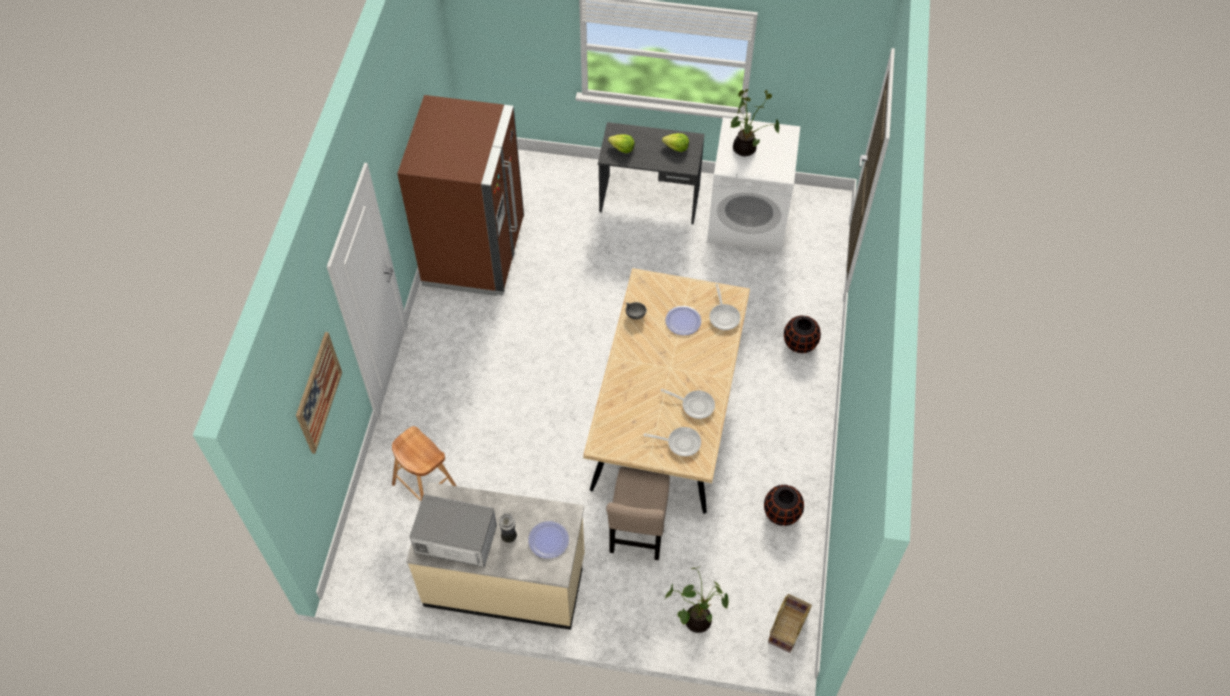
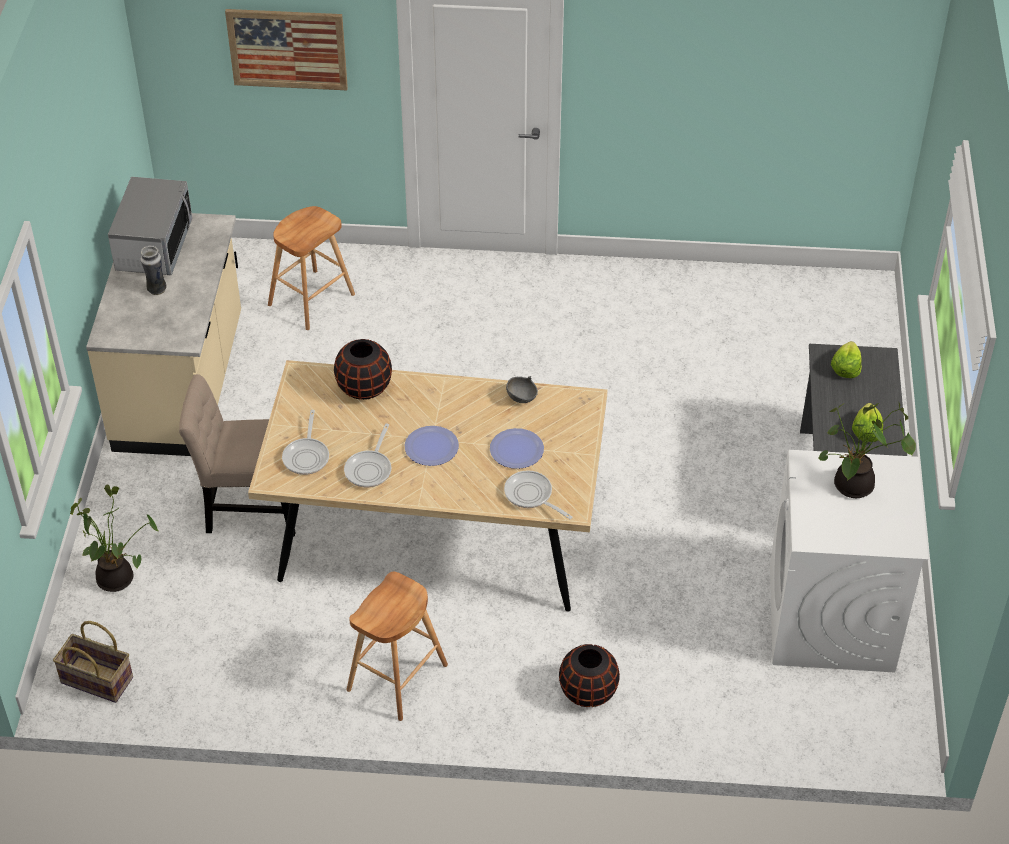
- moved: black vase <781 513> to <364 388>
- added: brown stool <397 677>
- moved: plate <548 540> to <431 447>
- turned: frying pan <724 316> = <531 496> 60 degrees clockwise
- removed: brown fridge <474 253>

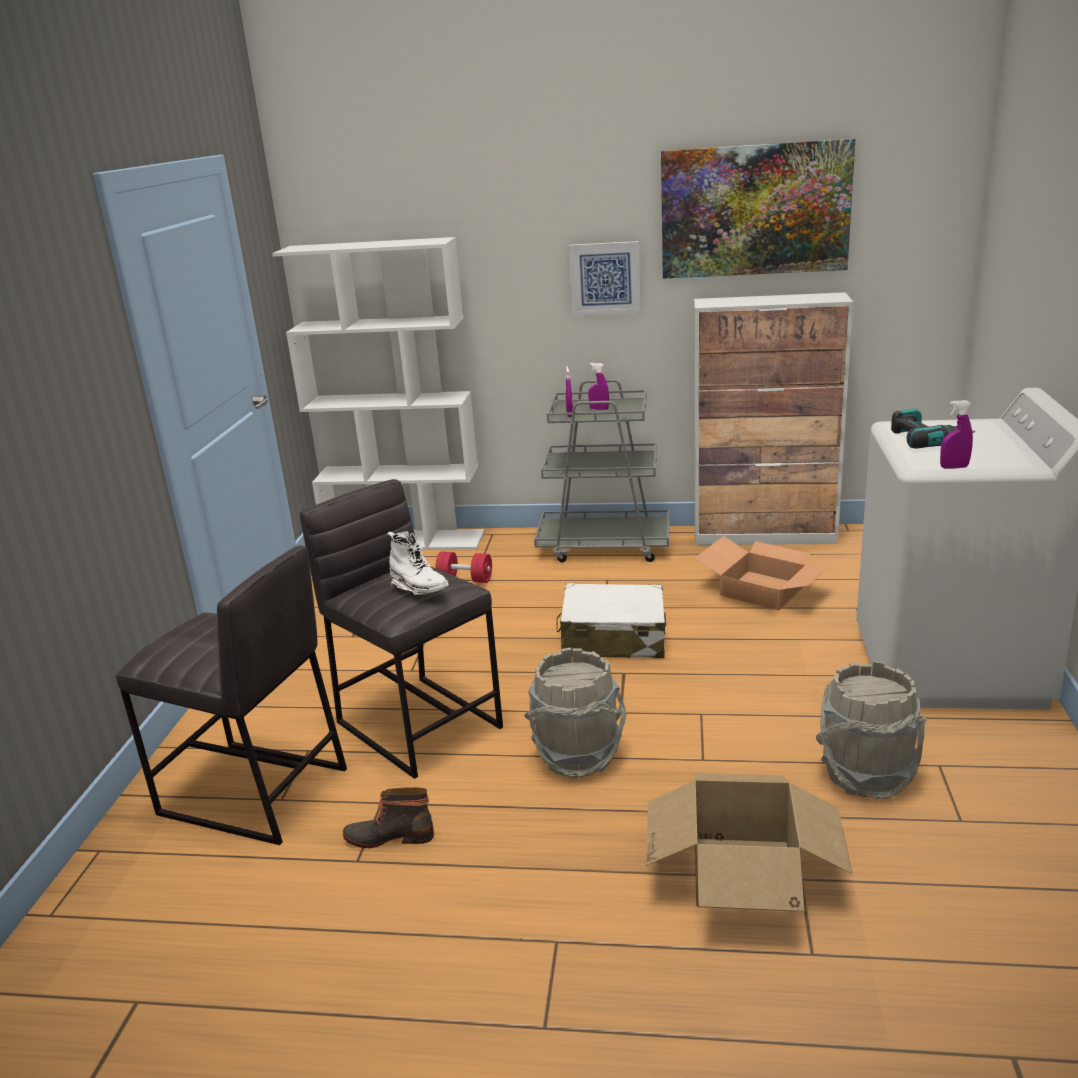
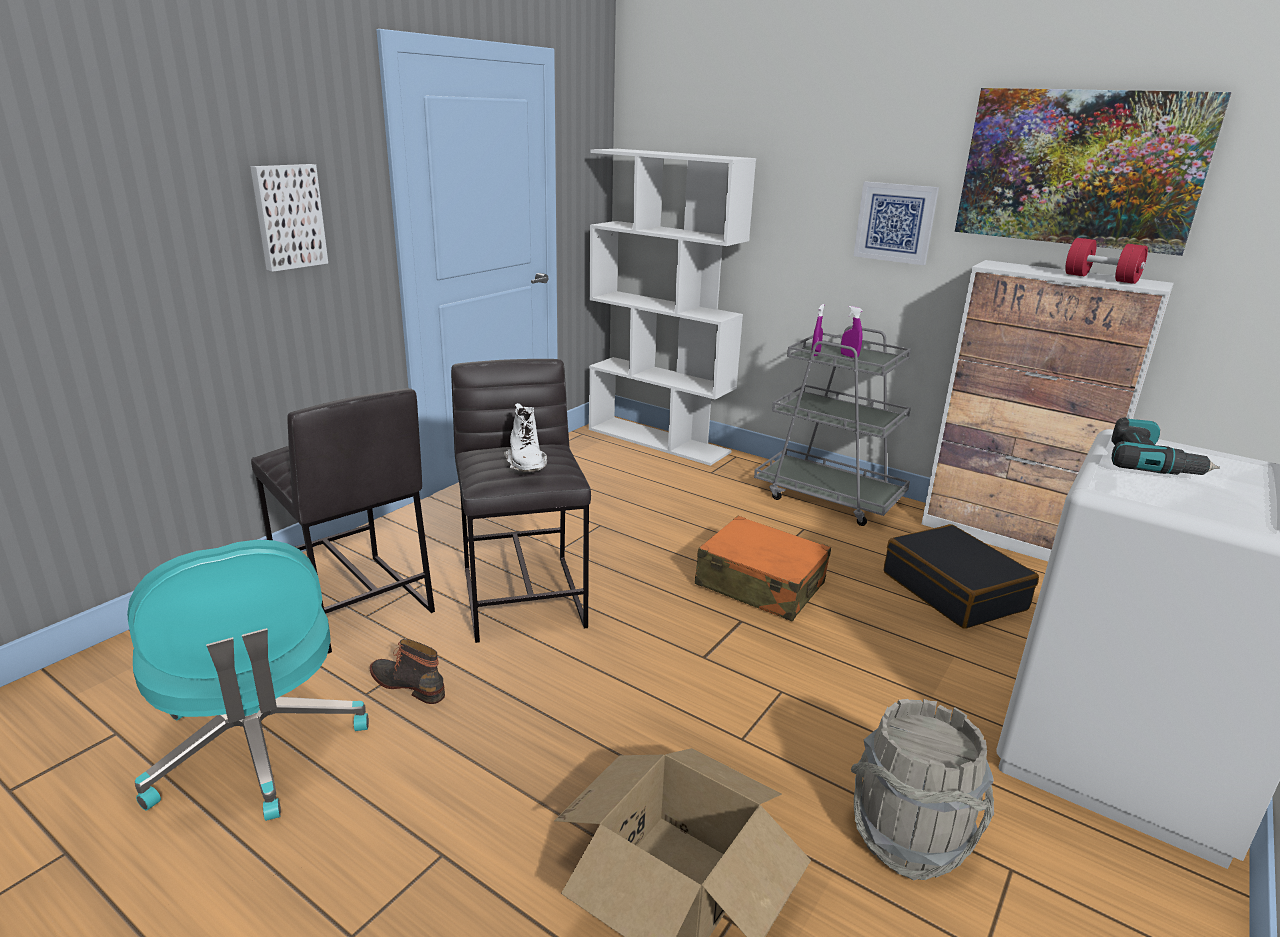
- added: turquoise office chair <257 748>
- added: picture <288 216>
- recoloured: white suitcase <613 638> to orange suitcase <760 584>
- replaced: cardboard box <761 590> to black suitcase <954 591>
- moved: red dumbbell <465 579> to <1101 278>
- removed: grey bucket <577 755>
- removed: purple spray bottle <954 467>

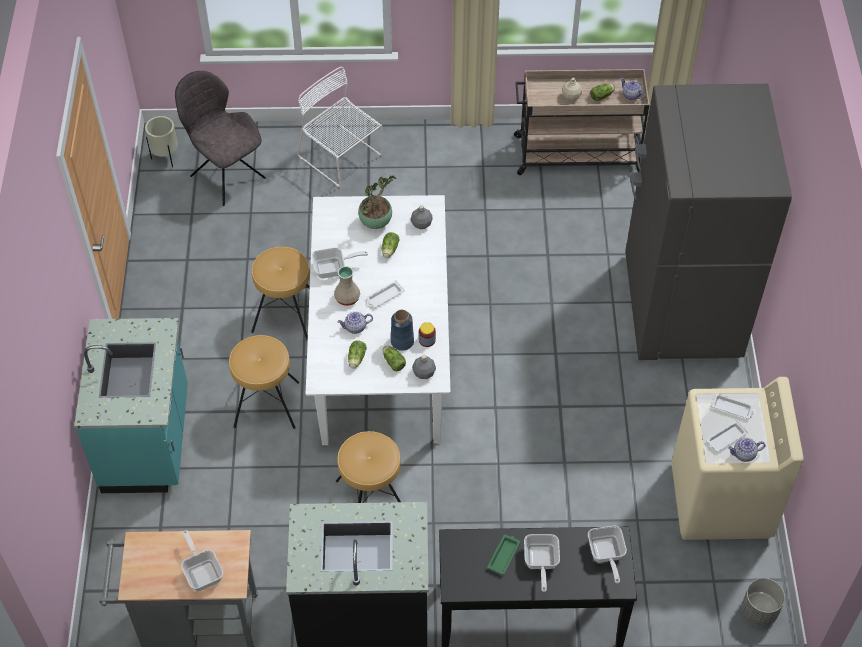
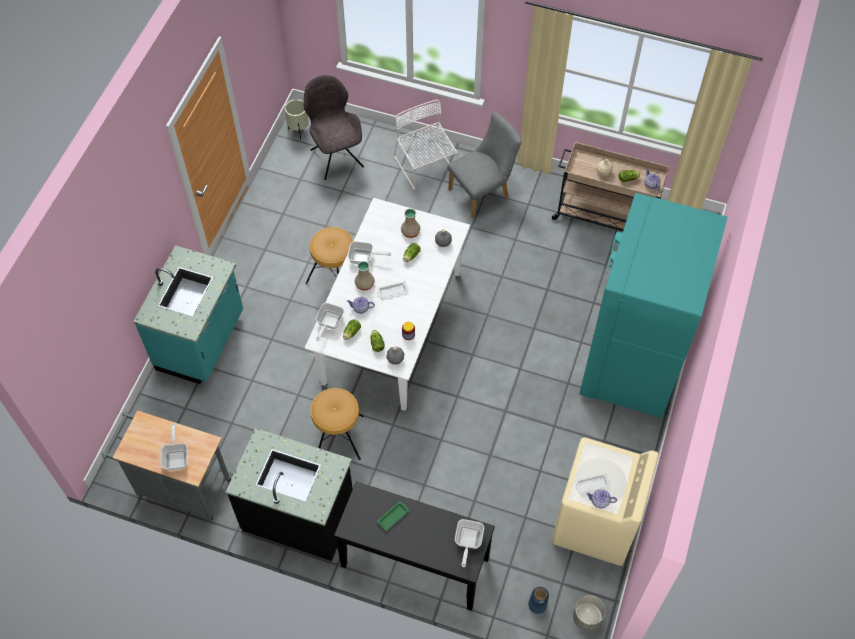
- moved: frying pan <540 562> to <328 323>
- replaced: potted plant <376 222> to beige vase <410 231>
- added: grey chair <483 192>
- moved: blue vase <402 341> to <537 604>
- recoloured: grey fridge <680 308> to turquoise fridge <631 363>
- removed: brown stool <266 404>
- removed: white tray <732 408>

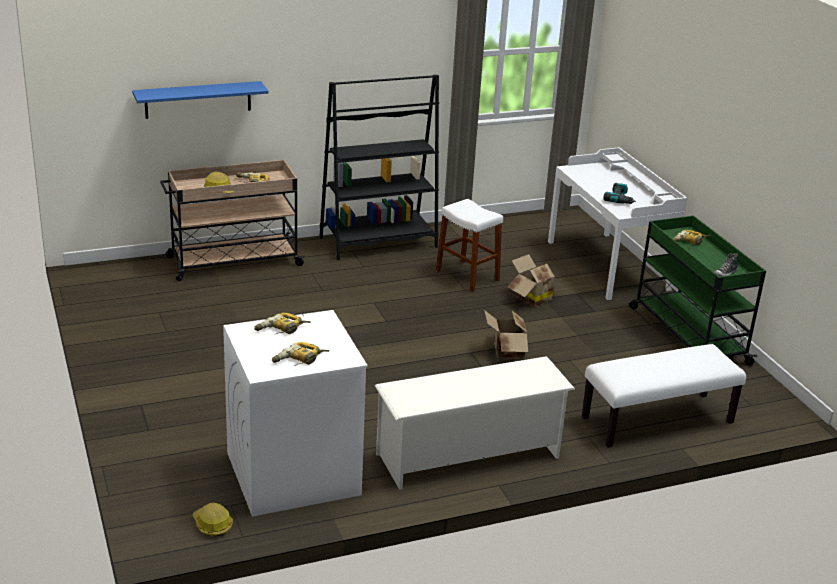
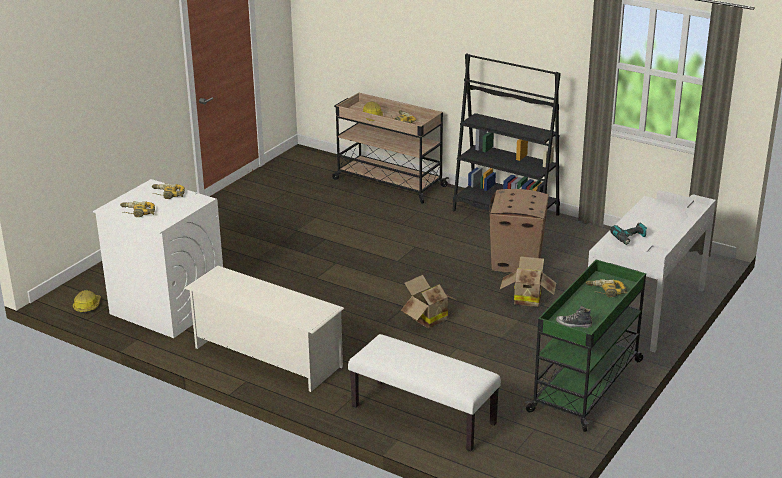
- replaced: white stool <467 276> to cardboard box <516 262>
- removed: blue shelf <198 99>

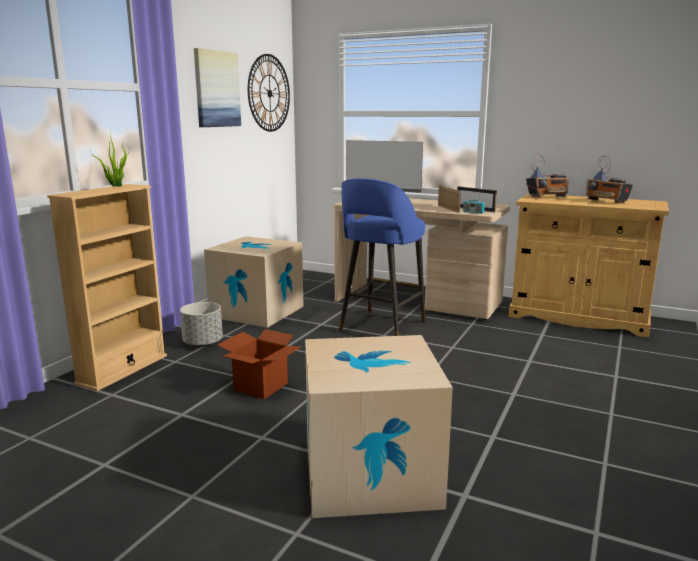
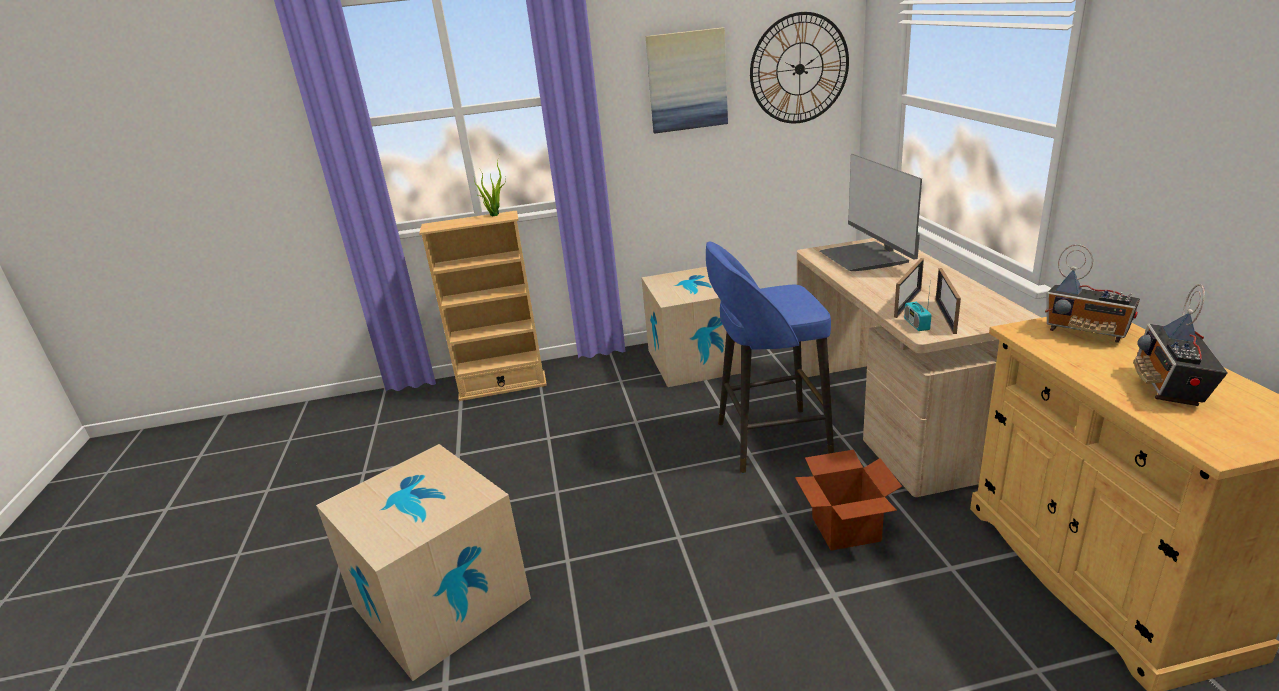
- moved: cardboard box <261 386> to <846 529>
- removed: grey planter <203 343>

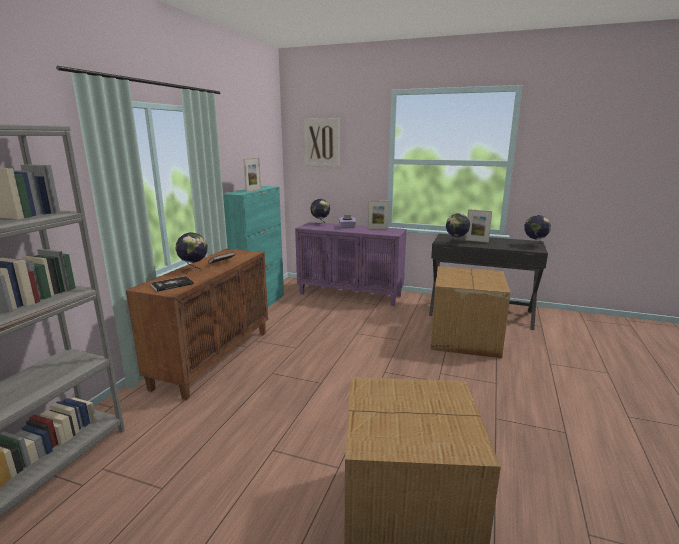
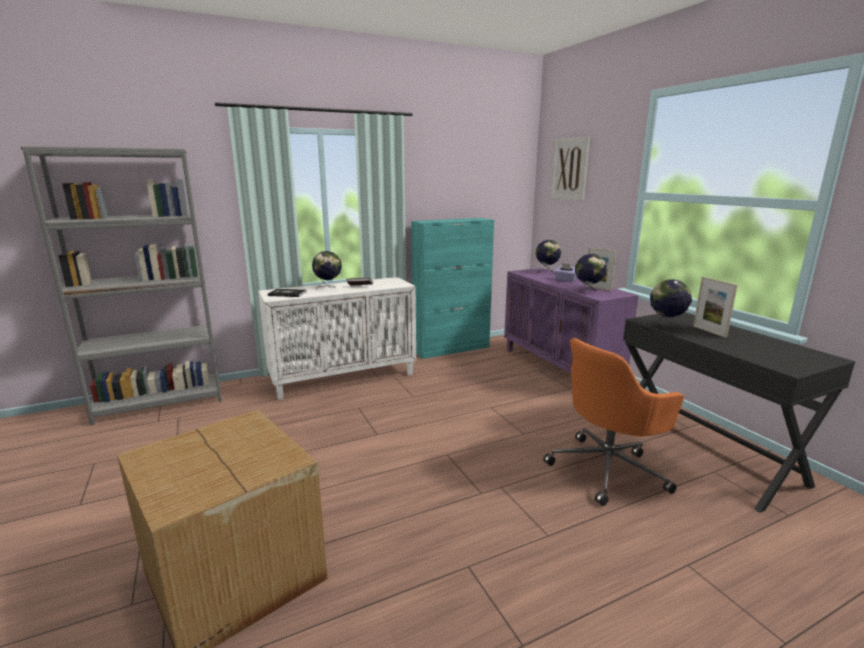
- recoloured: brown cabinet <213 357> to white cabinet <344 378>
- replaced: cardboard box <463 339> to orange office chair <608 469>
- moved: globe <534 245> to <588 291>
- removed: picture frame <253 191>

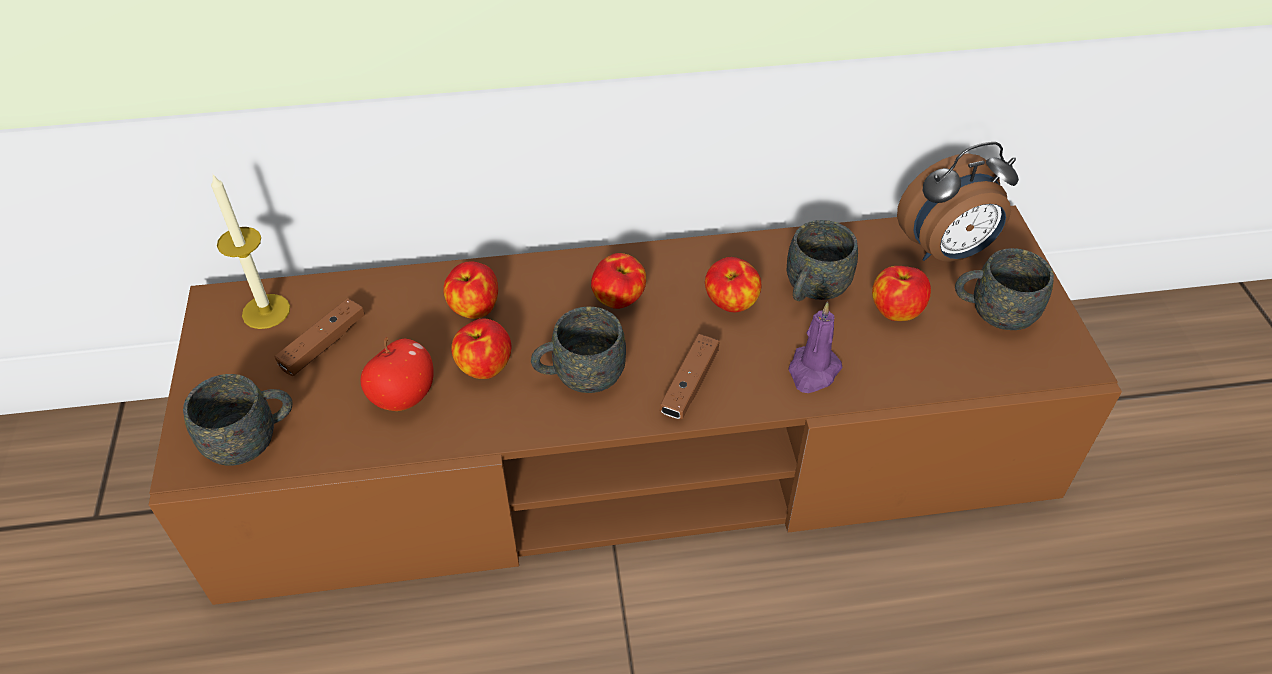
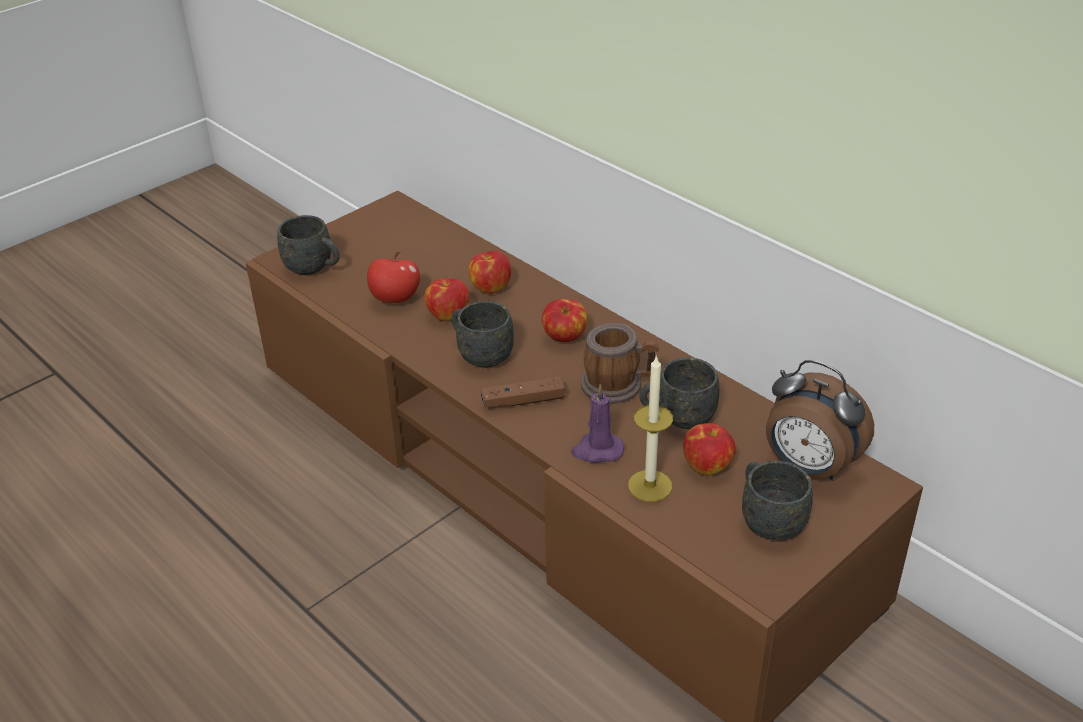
- replaced: apple <731 304> to mug <618 386>
- moved: candle <266 311> to <650 486>
- removed: brown game controller <323 344>

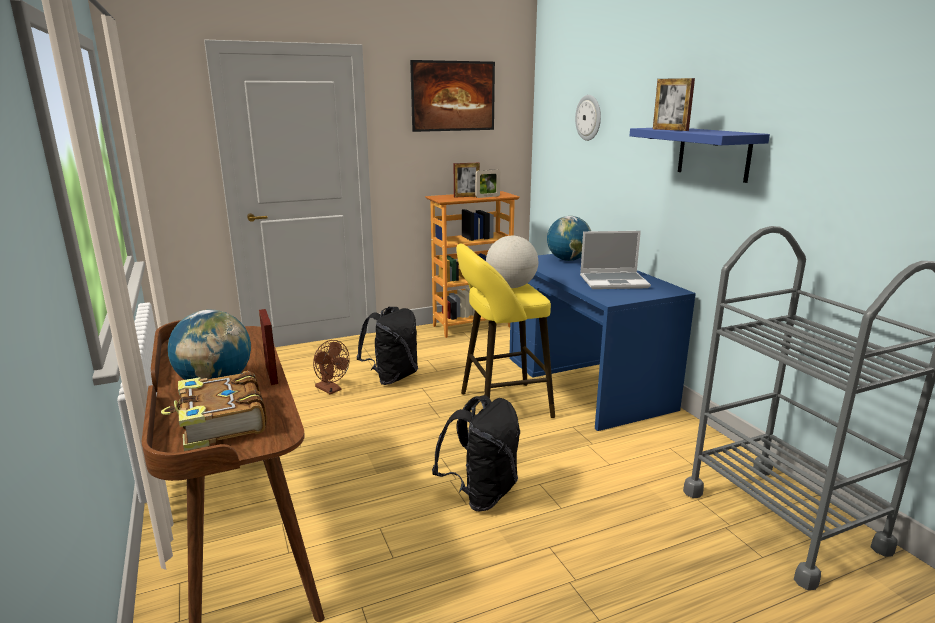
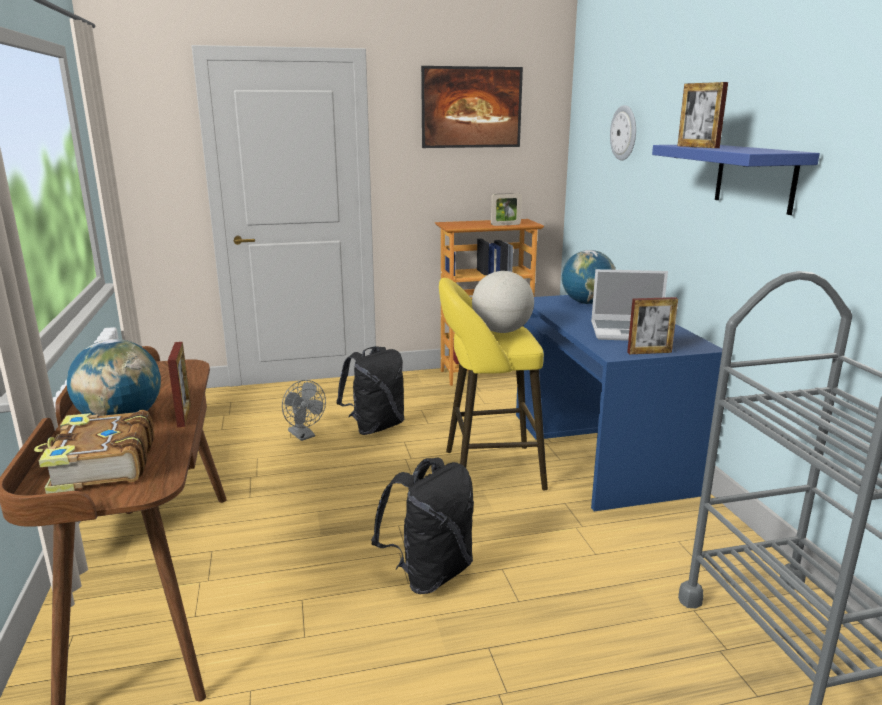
- recoloured: brown fan <331 390> to grey fan <304 436>
- moved: picture frame <466 196> to <649 352>

